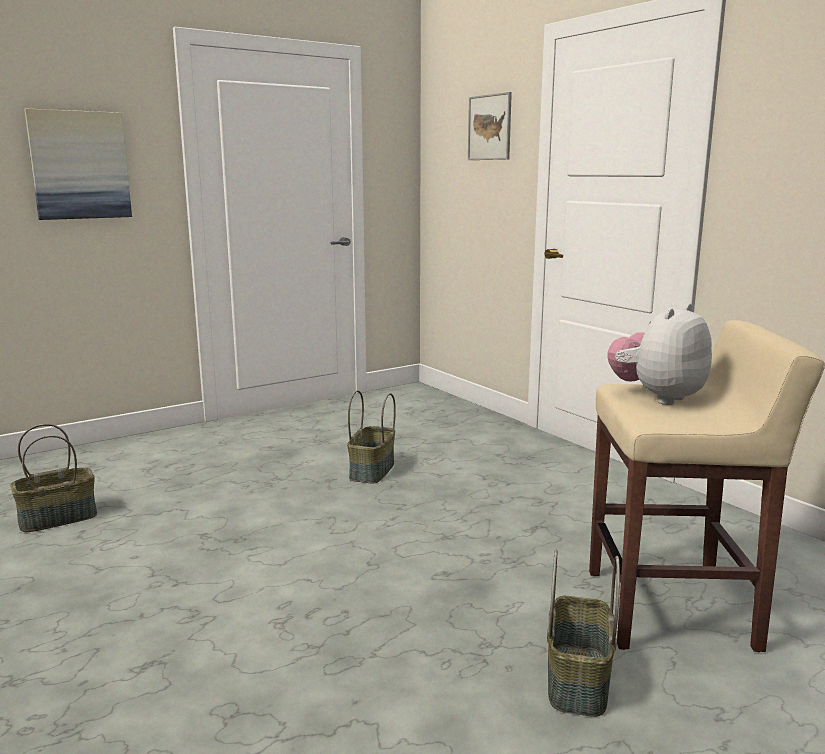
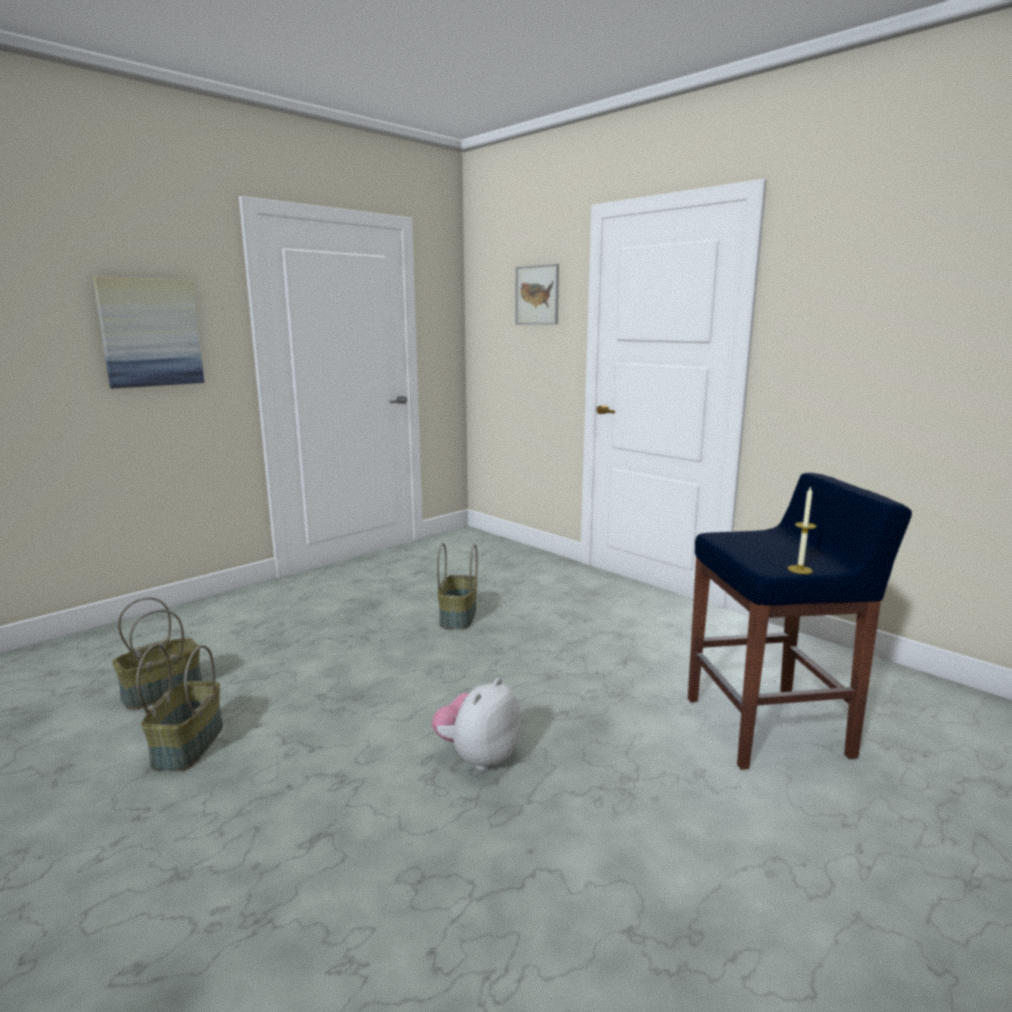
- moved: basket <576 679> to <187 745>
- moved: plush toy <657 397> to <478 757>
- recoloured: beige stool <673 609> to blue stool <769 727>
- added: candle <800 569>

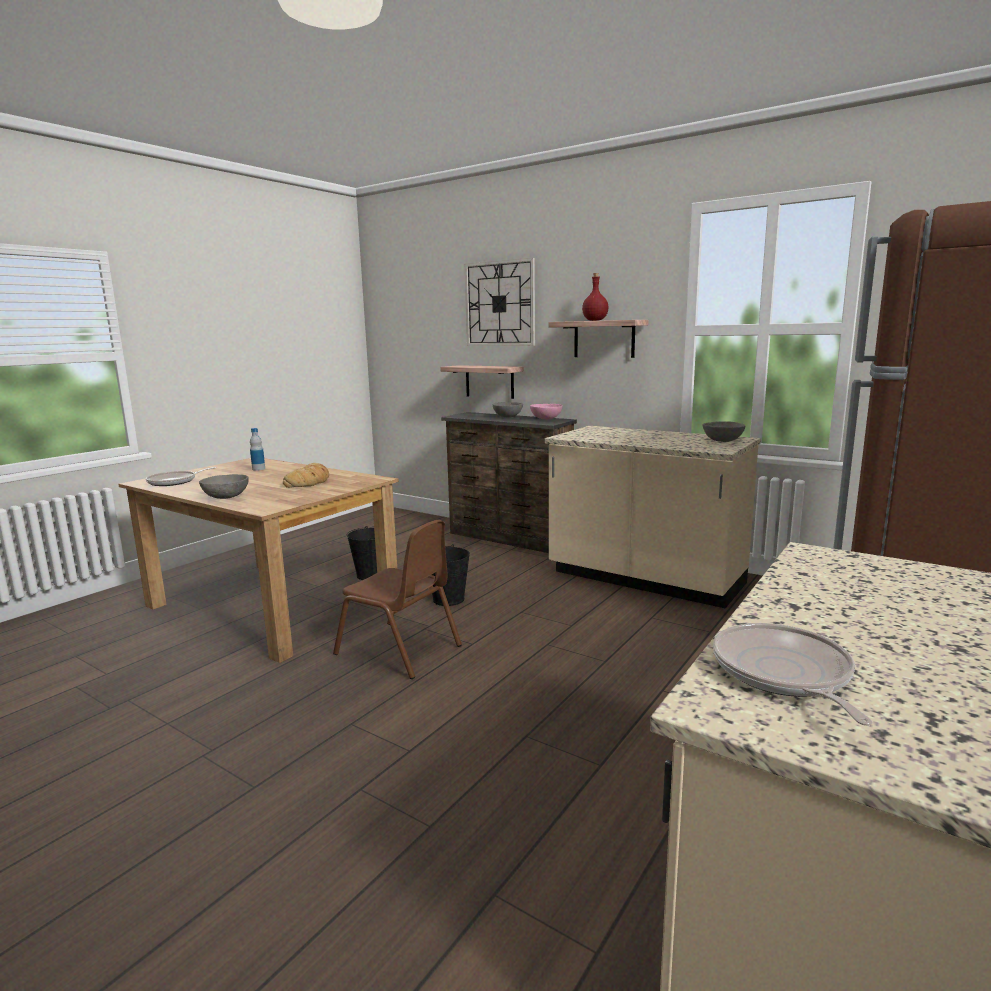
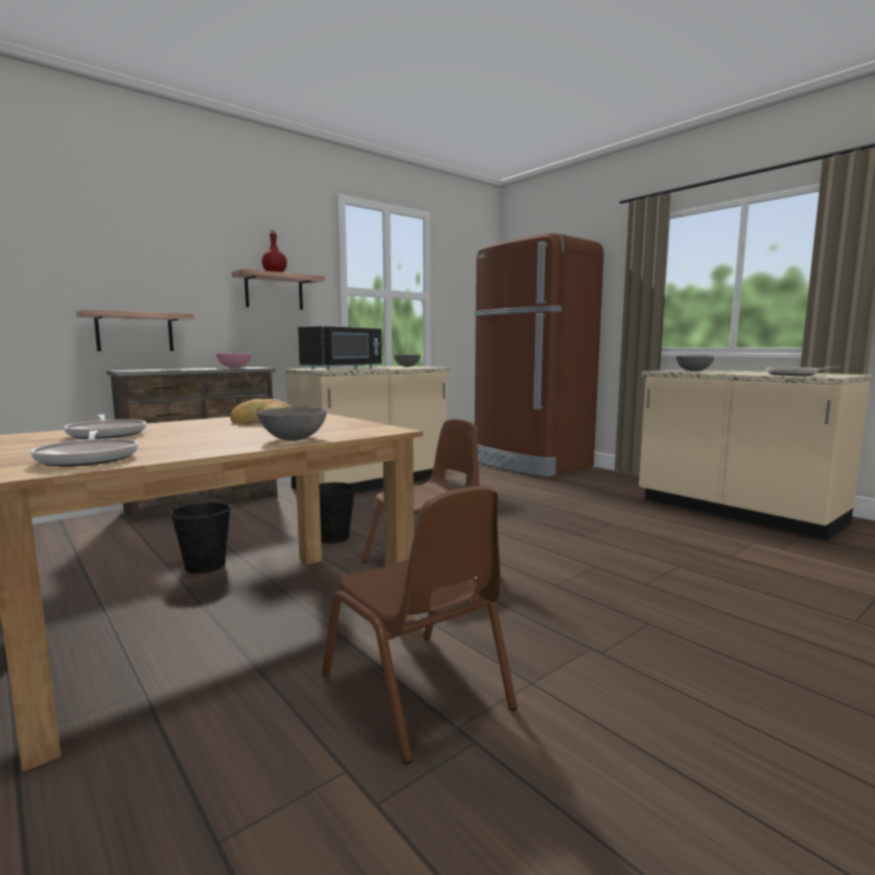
- replaced: bottle <258 469> to frying pan <107 434>
- added: black microwave <344 368>
- added: brown chair <416 691>
- moved: grey bowl <507 417> to <693 371>
- removed: wall clock <500 304>

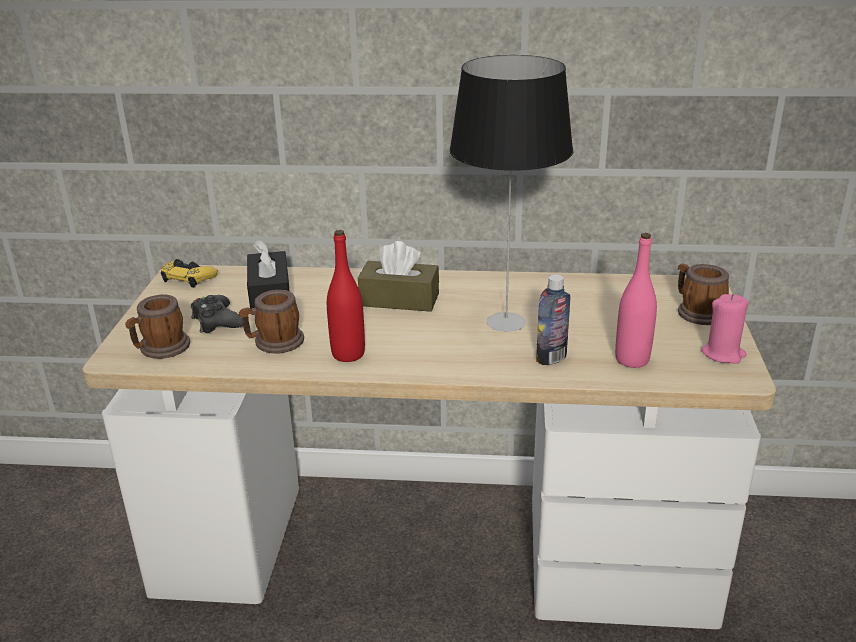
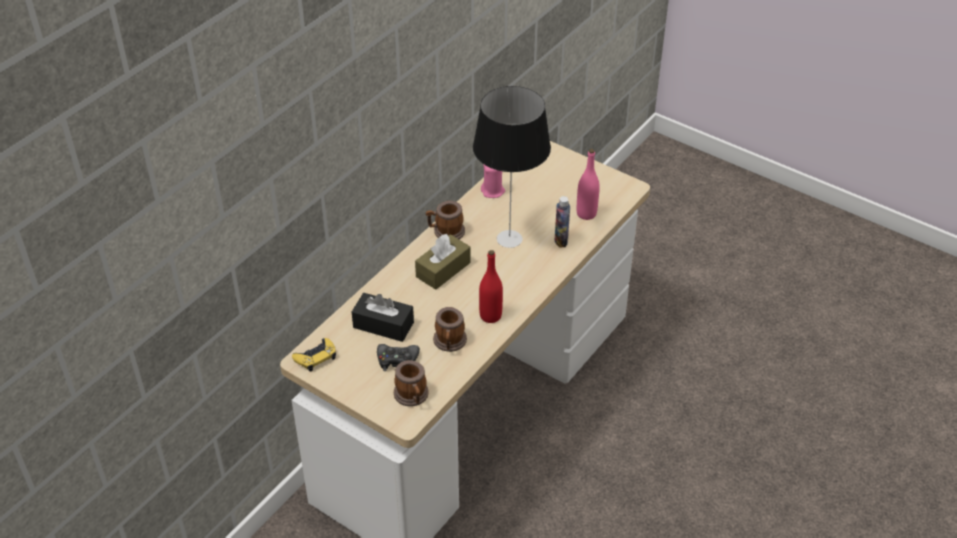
- moved: mug <696 312> to <445 232>
- moved: pink candle <723 354> to <493 191>

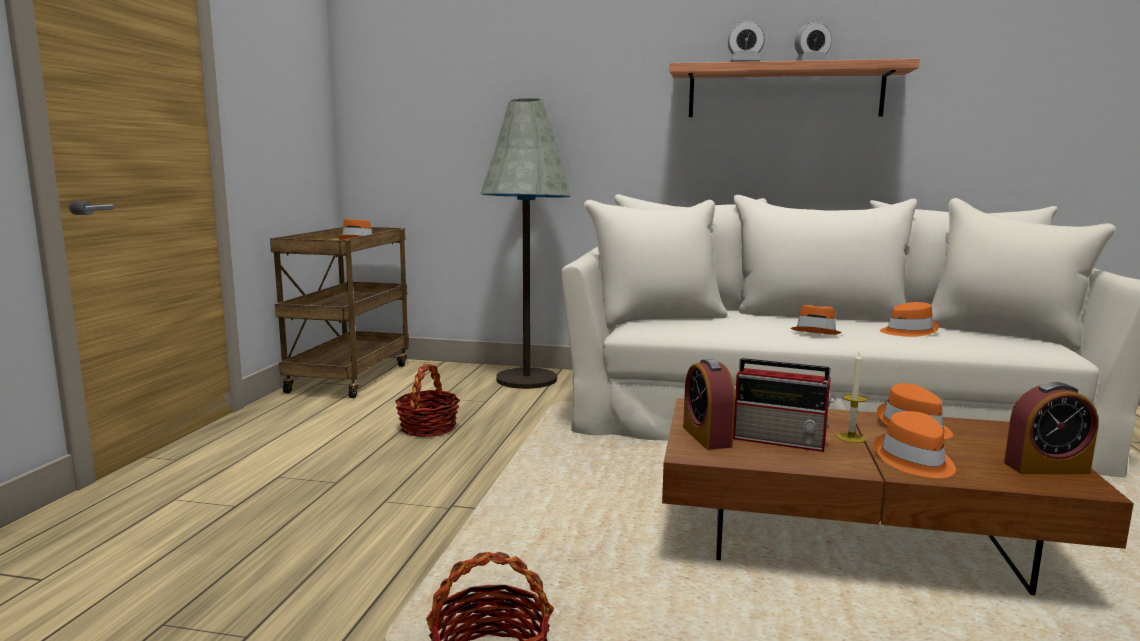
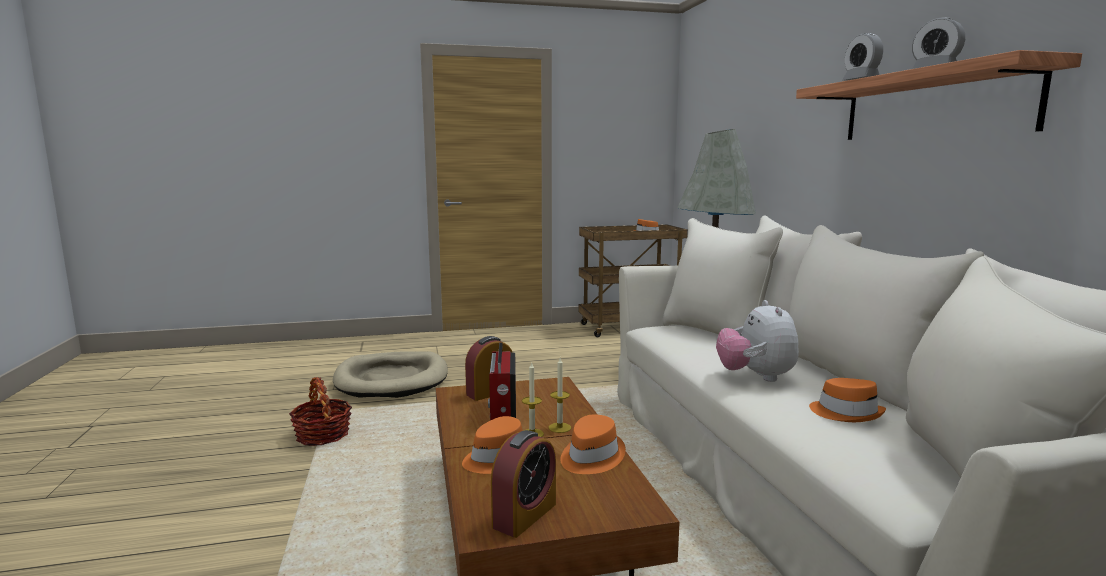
- added: beige dog bed <392 379>
- turned: alarm clock <1046 468> = <524 515> 120 degrees counterclockwise
- added: candle <559 427>
- replaced: orange hat <816 332> to plush toy <755 377>
- removed: basket <428 428>

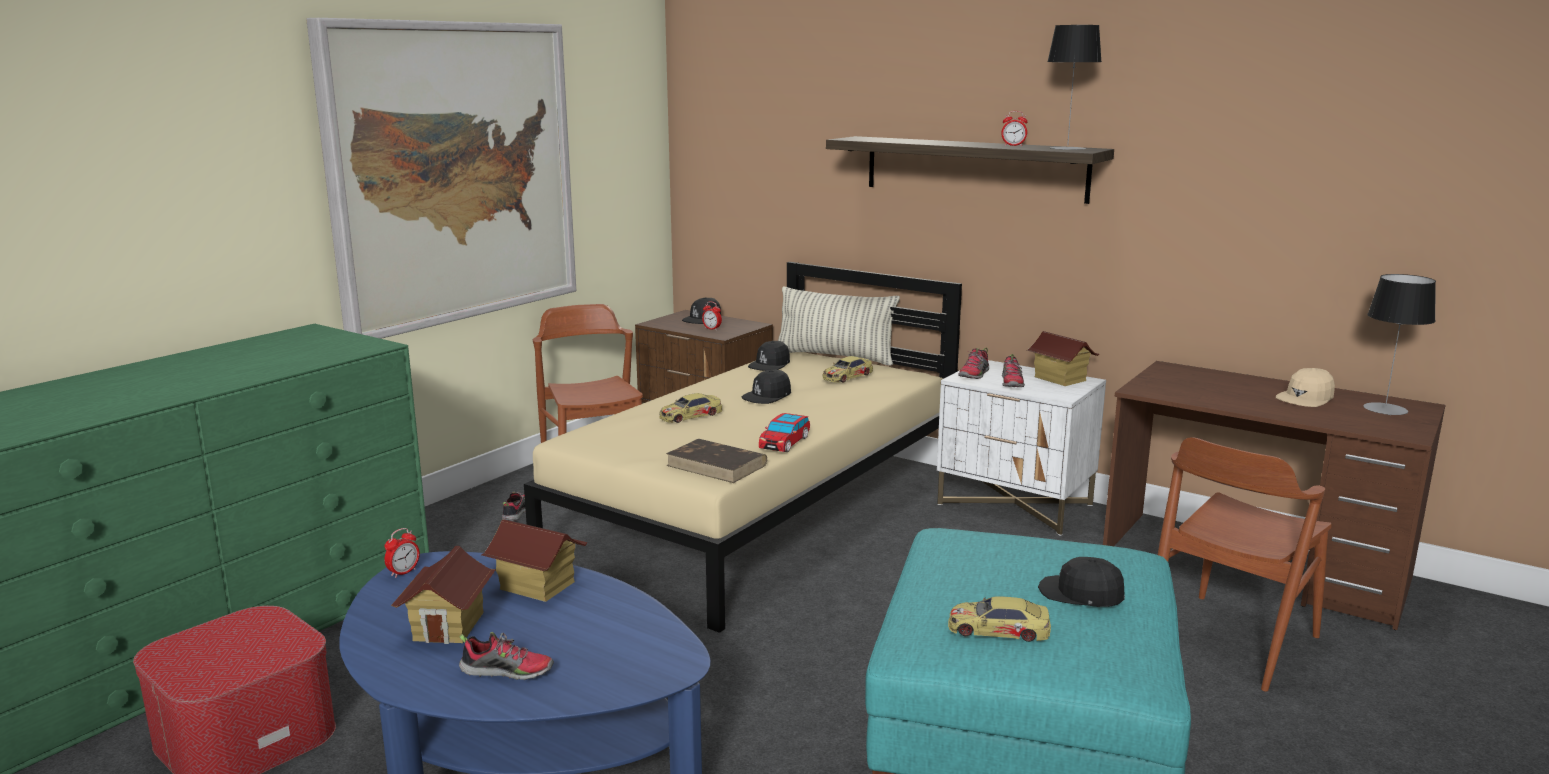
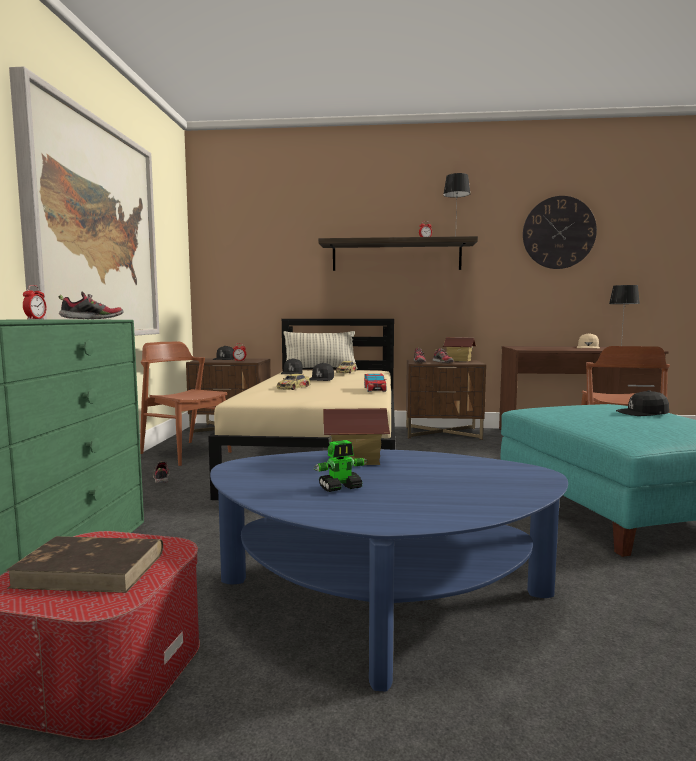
- moved: brown book <717 465> to <92 569>
- moved: alarm clock <403 572> to <35 319>
- moved: shoe <508 671> to <92 319>
- replaced: toy house <449 627> to toy robot <341 487>
- recoloured: white nightstand <1016 505> to brown nightstand <443 433>
- added: wall clock <559 232>
- removed: toy car <998 629>

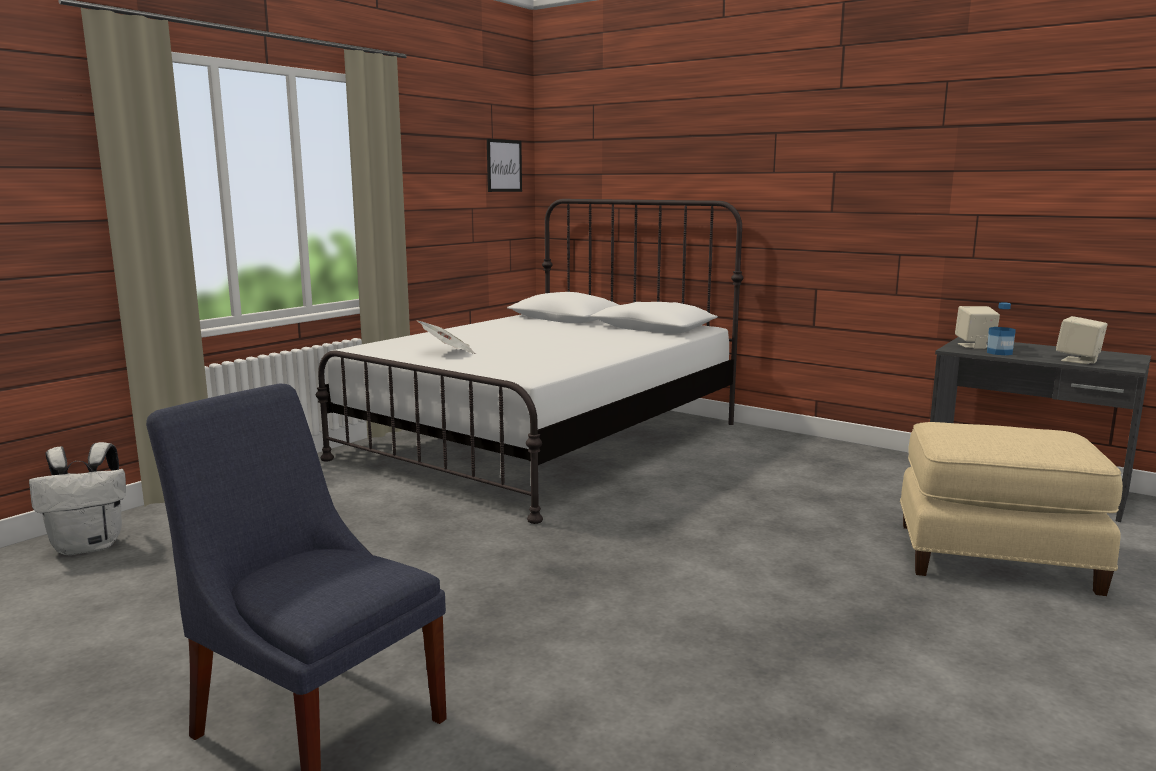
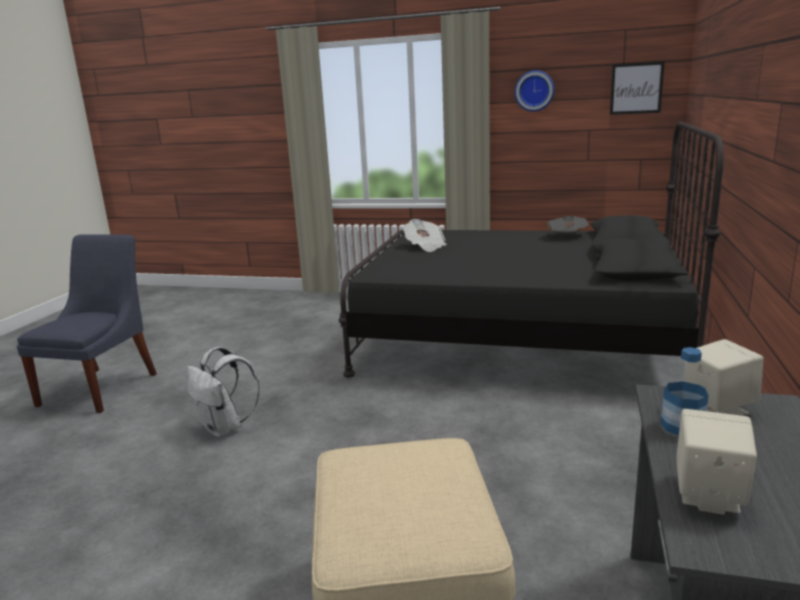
- moved: white backpack <90 546> to <225 428>
- recoloured: white bed <543 441> to black bed <520 340>
- added: wall clock <534 91>
- added: newspaper <567 236>

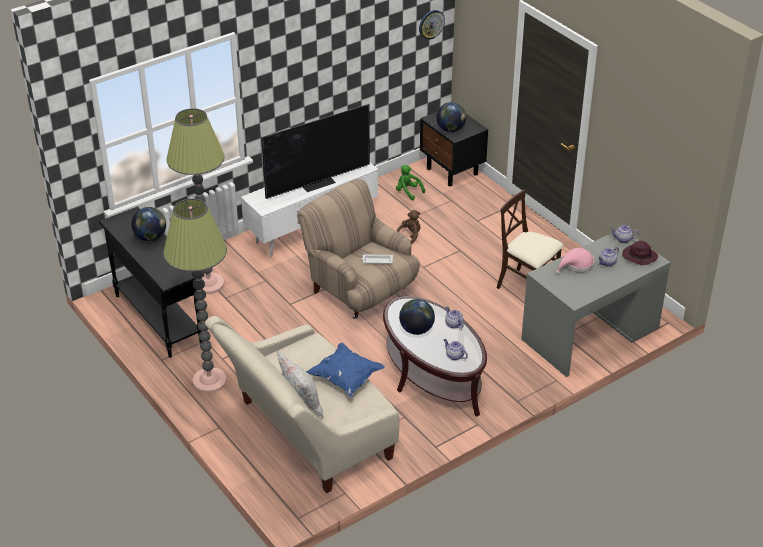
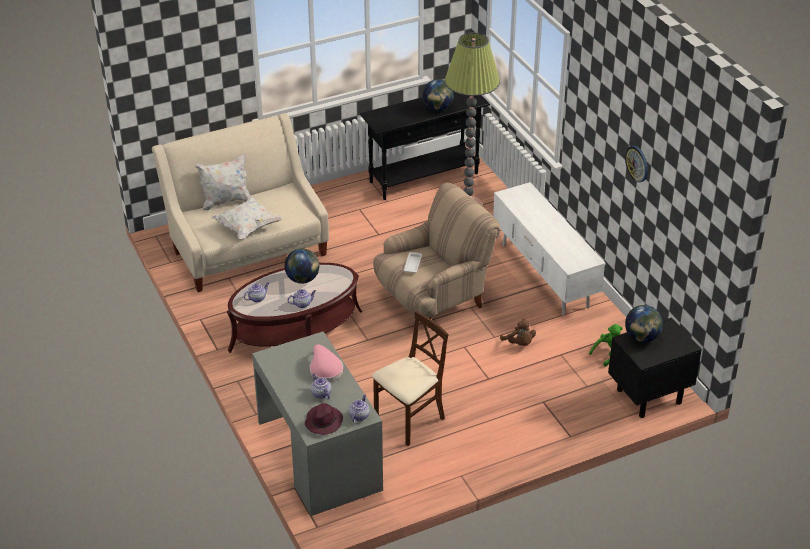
- recoloured: blue pillow <346 378> to white pillow <247 227>
- moved: wall clock <431 24> to <637 163>
- removed: floor lamp <209 381>
- removed: television <318 182>

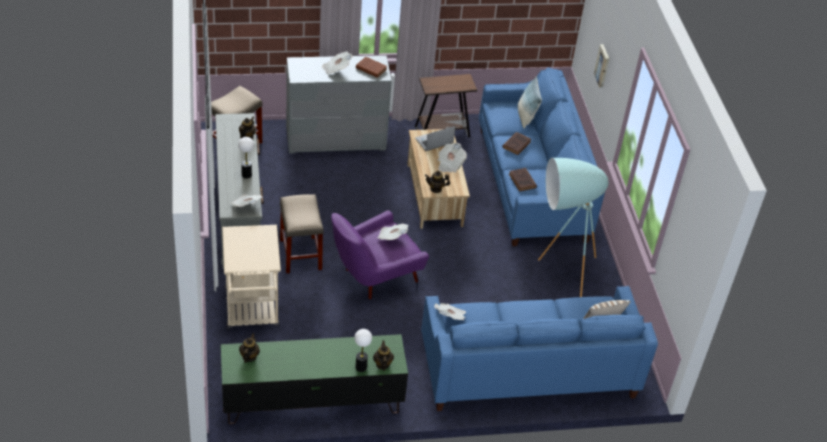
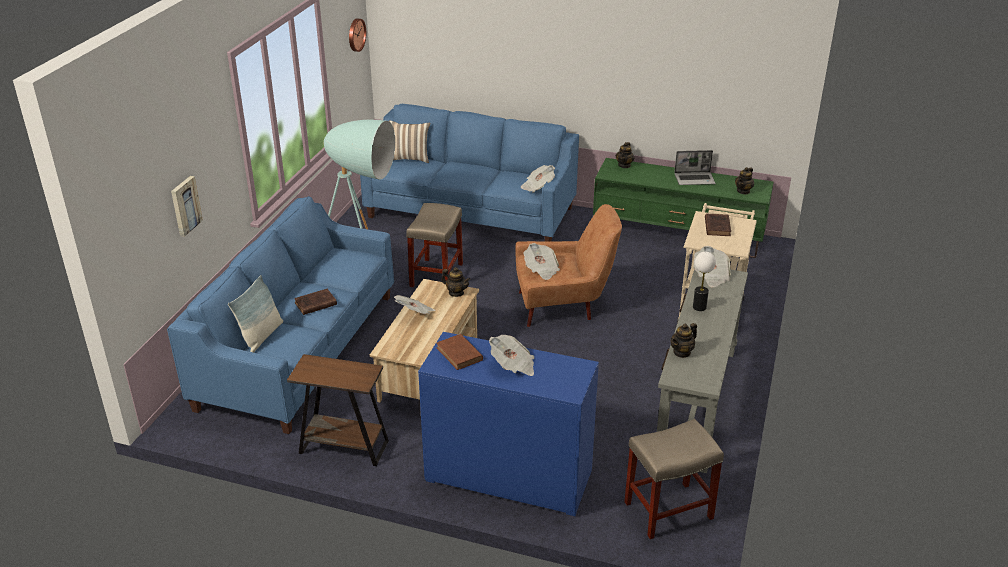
- added: wall clock <355 35>
- moved: beige stool <301 255> to <436 274>
- recoloured: grey dresser <335 139> to blue dresser <508 477>
- recoloured: purple armchair <374 277> to brown armchair <563 306>
- moved: laptop <434 142> to <695 179>
- moved: brown book <522 181> to <717 226>
- removed: table lamp <361 367>

